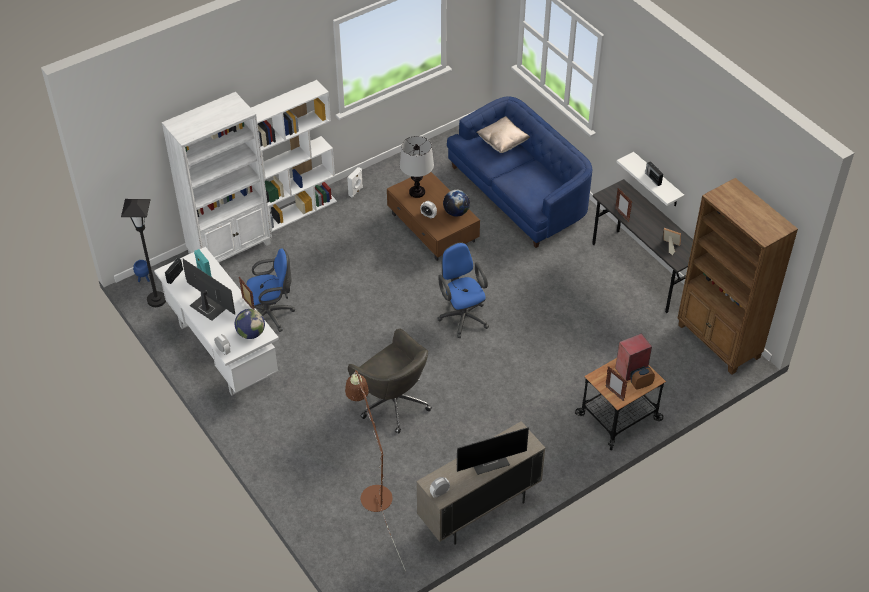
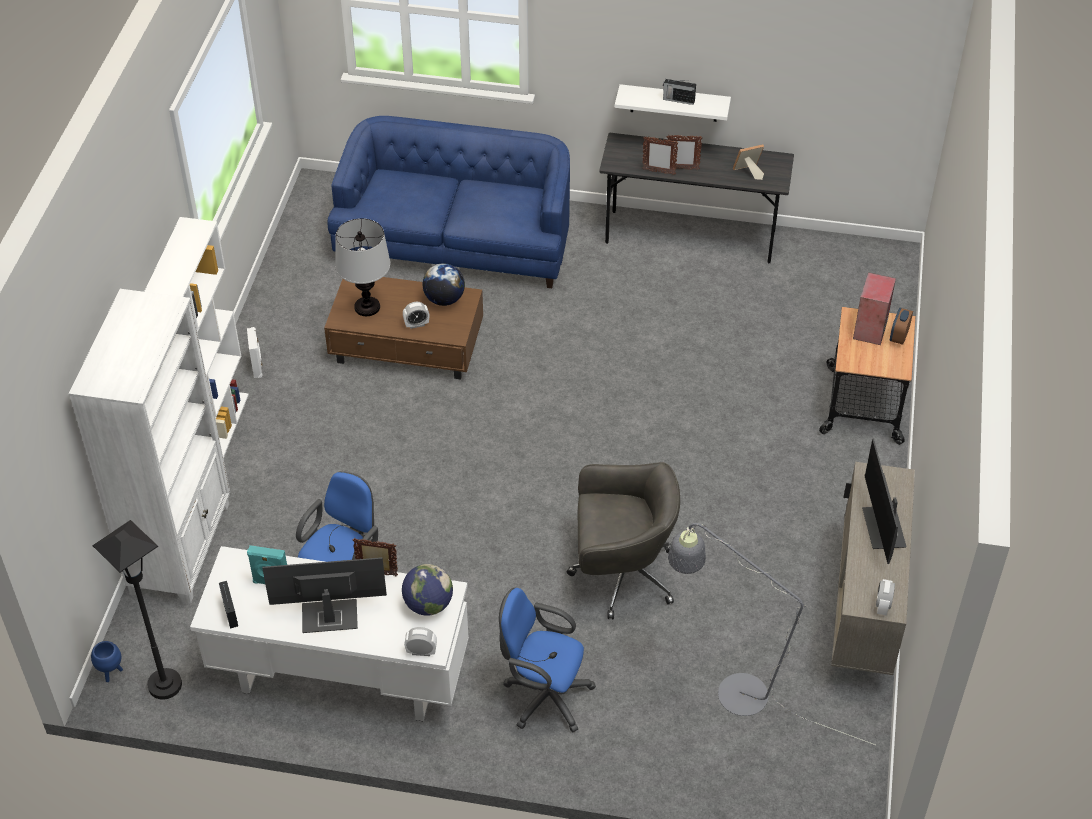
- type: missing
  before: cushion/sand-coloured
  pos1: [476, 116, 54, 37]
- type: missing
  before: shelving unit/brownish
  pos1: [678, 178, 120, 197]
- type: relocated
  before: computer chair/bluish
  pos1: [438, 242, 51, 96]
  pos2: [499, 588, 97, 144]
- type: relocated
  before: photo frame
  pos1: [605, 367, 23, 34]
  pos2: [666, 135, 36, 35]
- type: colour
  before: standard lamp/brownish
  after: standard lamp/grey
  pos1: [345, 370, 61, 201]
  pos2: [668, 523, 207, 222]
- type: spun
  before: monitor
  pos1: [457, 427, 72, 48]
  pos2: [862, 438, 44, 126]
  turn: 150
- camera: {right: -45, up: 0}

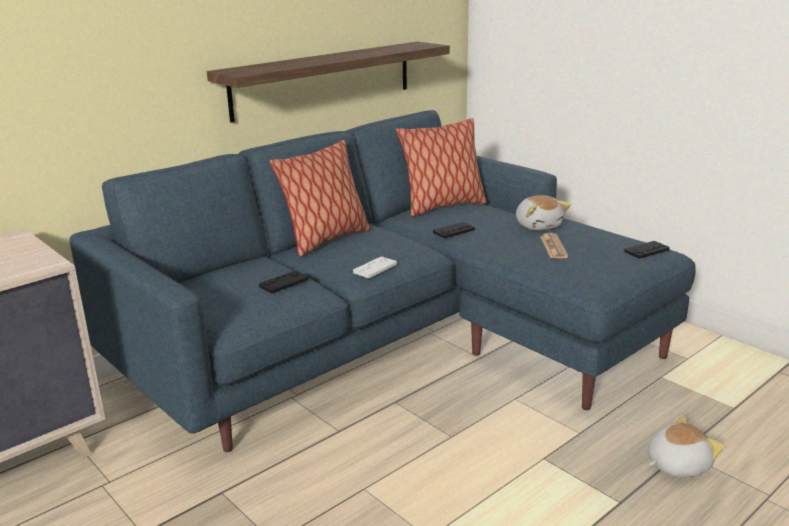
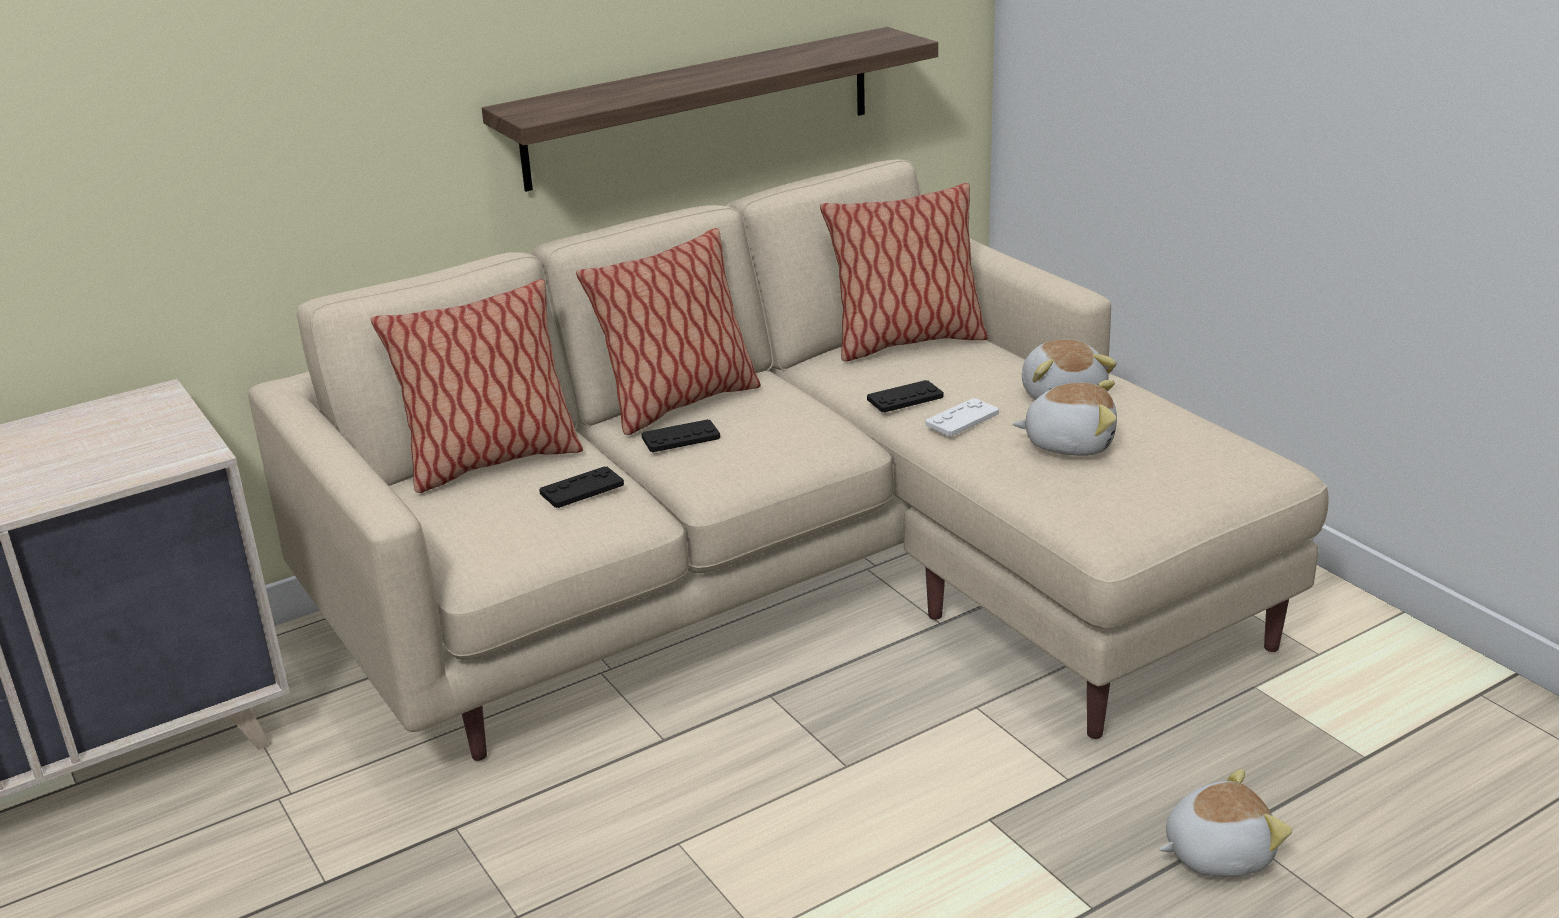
- type: appeared
  after: cushion
  pos2: [370, 279, 213, 214]
- type: relocated
  before: joypad/white-coloured
  pos1: [353, 257, 44, 21]
  pos2: [926, 398, 73, 38]
- type: relocated
  before: joypad/blackish
  pos1: [624, 241, 46, 17]
  pos2: [641, 419, 79, 33]
- type: exchanged
  before: newspaper
  after: soft toy
  pos1: [540, 233, 28, 25]
  pos2: [1012, 380, 105, 76]
- type: colour
  before: couch/bluish
  after: couch/sand-coloured
  pos1: [69, 110, 627, 342]
  pos2: [248, 160, 1081, 601]
- camera: {right: 10, up: 5}

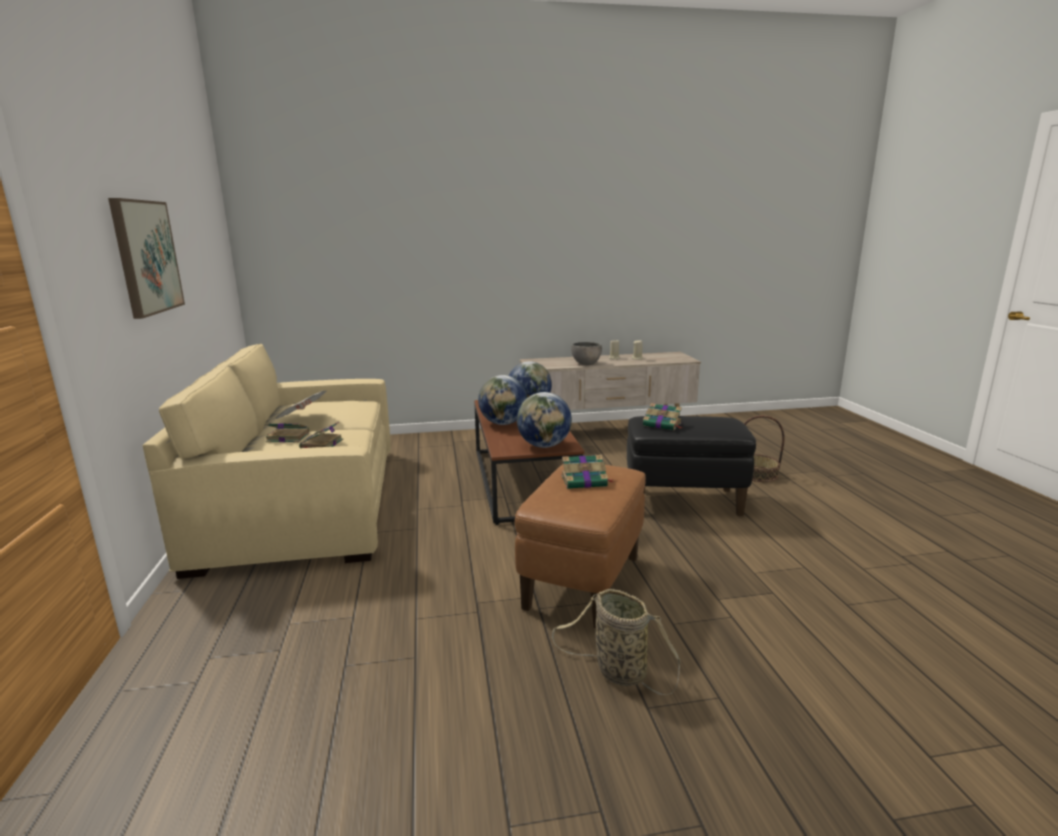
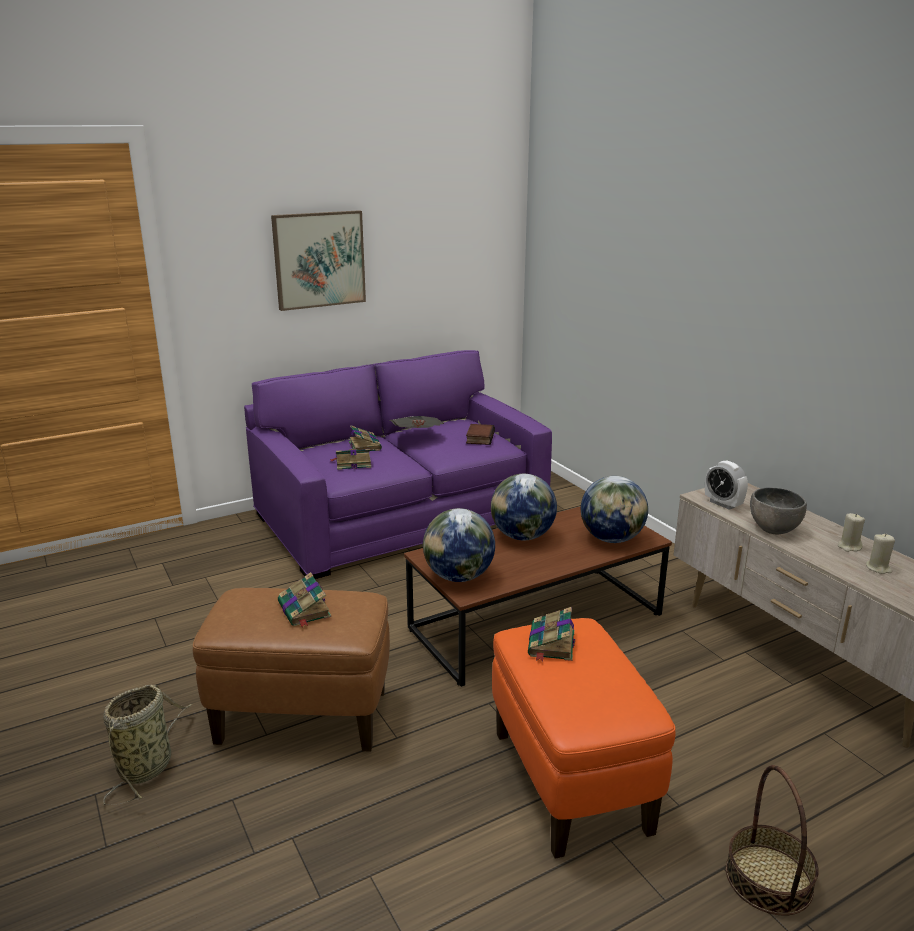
- type: appeared
  after: book
  pos2: [466, 424, 29, 21]
- type: appeared
  after: alarm clock
  pos2: [705, 461, 43, 49]
- type: colour
  before: couch/sand-coloured
  after: couch/purplish
  pos1: [143, 343, 248, 236]
  pos2: [244, 350, 308, 229]
- type: colour
  before: footrest/blackish
  after: footrest/orange-coloured
  pos1: [627, 416, 129, 100]
  pos2: [492, 618, 184, 241]
- camera: {right: 70, up: 5}

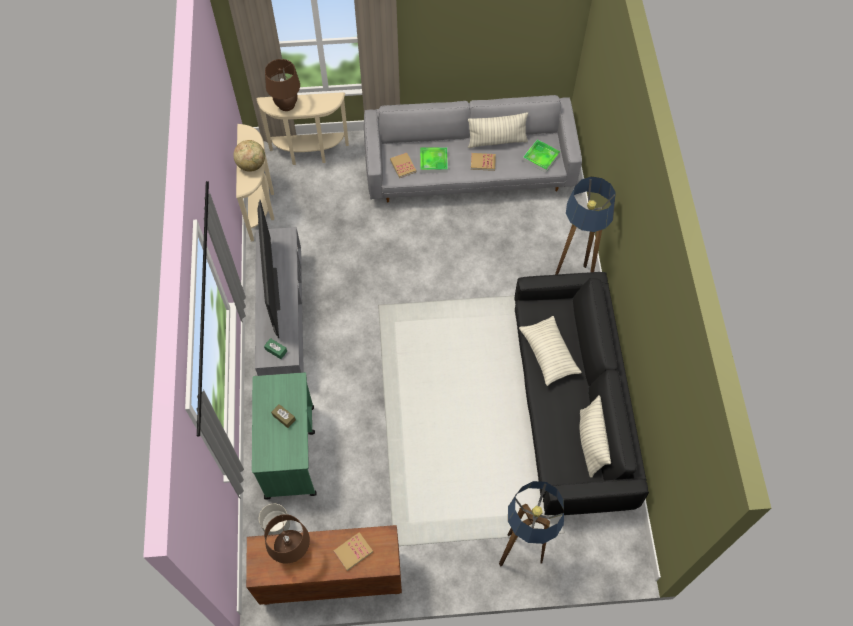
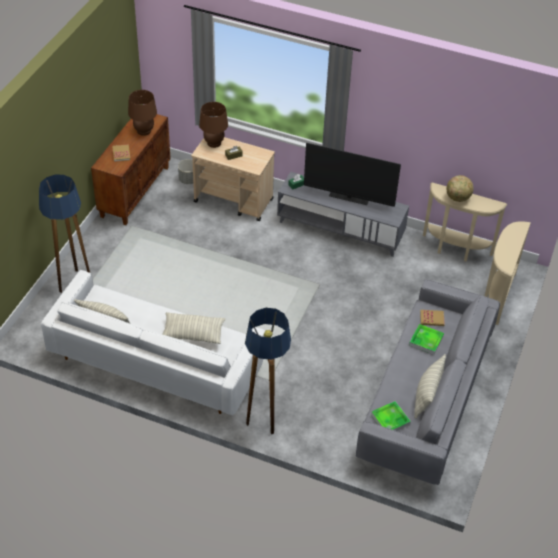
- type: missing
  before: book
  pos1: [471, 153, 25, 18]
- type: relocated
  before: tabletop lamp/brownish
  pos1: [265, 59, 35, 52]
  pos2: [199, 102, 29, 46]
- type: colour
  before: trolley/green
  after: trolley/sand-coloured
  pos1: [252, 372, 65, 128]
  pos2: [191, 137, 84, 85]
- type: colour
  before: couch/blackish
  after: couch/white-coloured
  pos1: [514, 272, 135, 243]
  pos2: [41, 270, 224, 146]
- camera: {right: 115, up: -15}

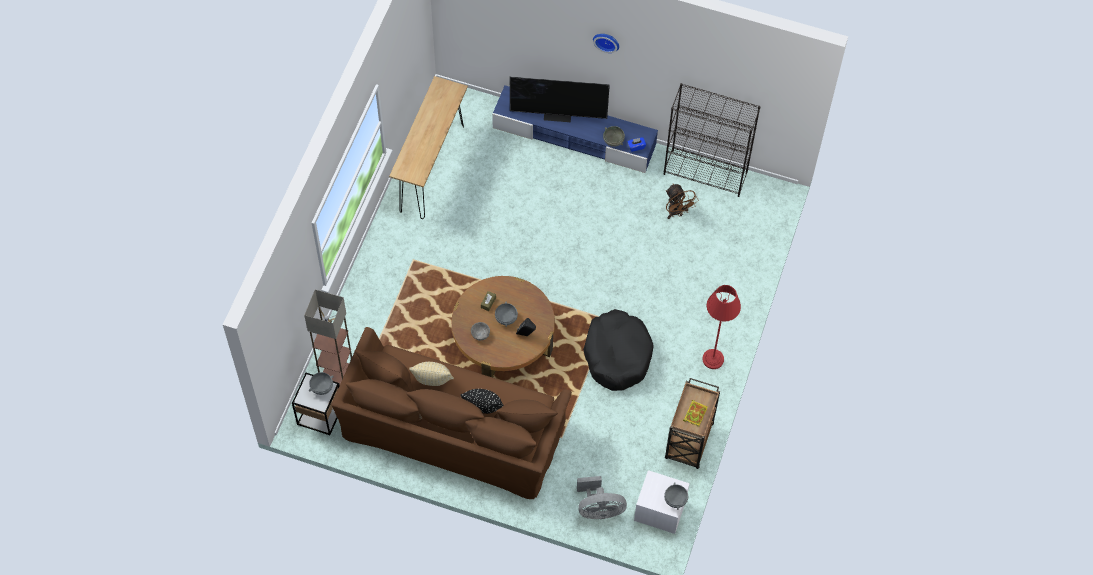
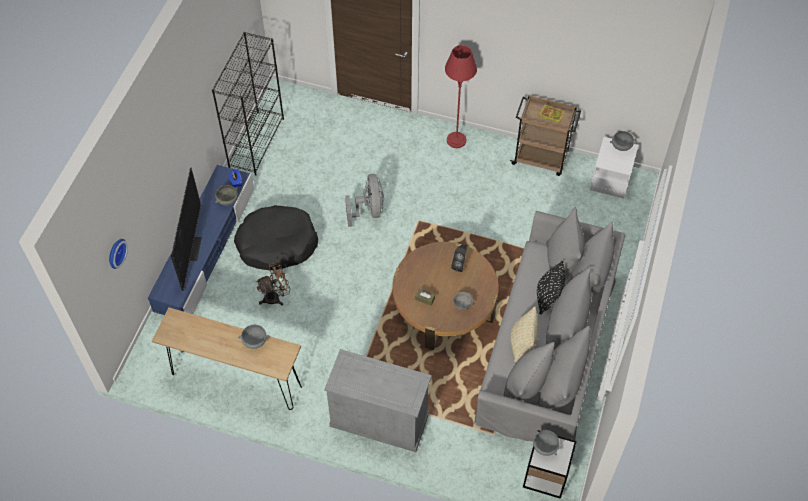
- type: missing
  before: standard lamp
  pos1: [304, 290, 48, 94]
- type: appeared
  after: storage cabinet/grey
  pos2: [324, 349, 108, 103]
- type: relocated
  before: bowl/grey
  pos1: [495, 302, 23, 25]
  pos2: [238, 324, 31, 25]
- type: relocated
  before: cooling fan/grey
  pos1: [577, 476, 50, 44]
  pos2: [345, 174, 39, 53]
- type: relocated
  before: dog bed/blackish
  pos1: [583, 309, 71, 82]
  pos2: [234, 205, 84, 65]
- type: relocated
  before: clock on the wall
  pos1: [593, 34, 26, 19]
  pos2: [109, 239, 19, 30]
- type: relocated
  before: cooling fan/brownish
  pos1: [666, 184, 32, 35]
  pos2: [256, 262, 35, 44]
- type: colour
  before: couch/brownish
  after: couch/grey
  pos1: [331, 327, 241, 172]
  pos2: [474, 207, 151, 234]
- camera: {right: -90, up: -5}

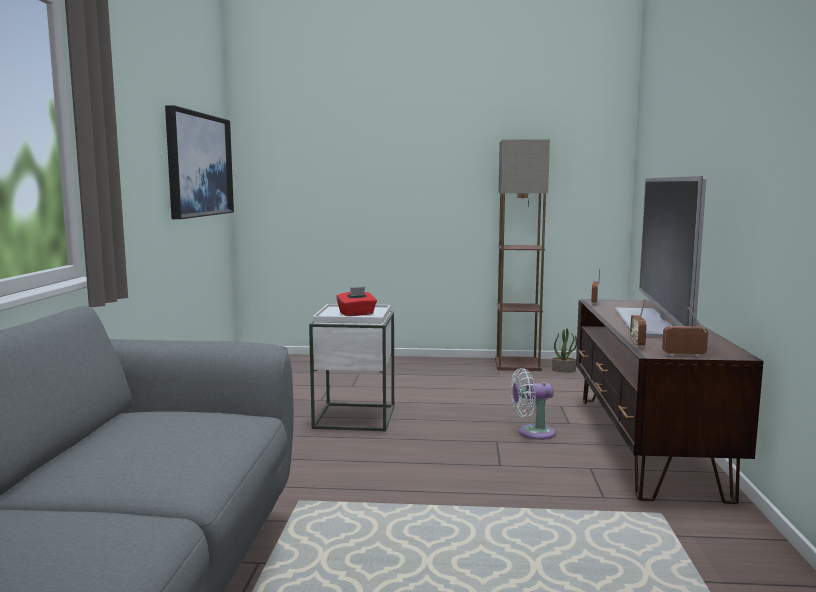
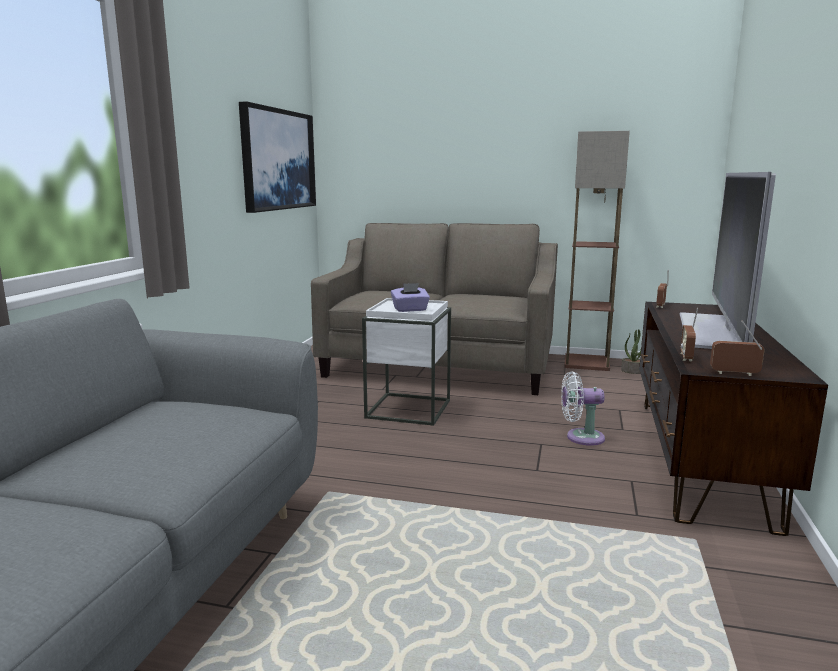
- type: appeared
  after: couch/sand-coloured
  pos2: [311, 223, 247, 172]
- type: colour
  before: box of tissues/red
  after: box of tissues/purplish
  pos1: [336, 287, 41, 29]
  pos2: [391, 283, 39, 29]
- camera: {right: 10, up: 5}

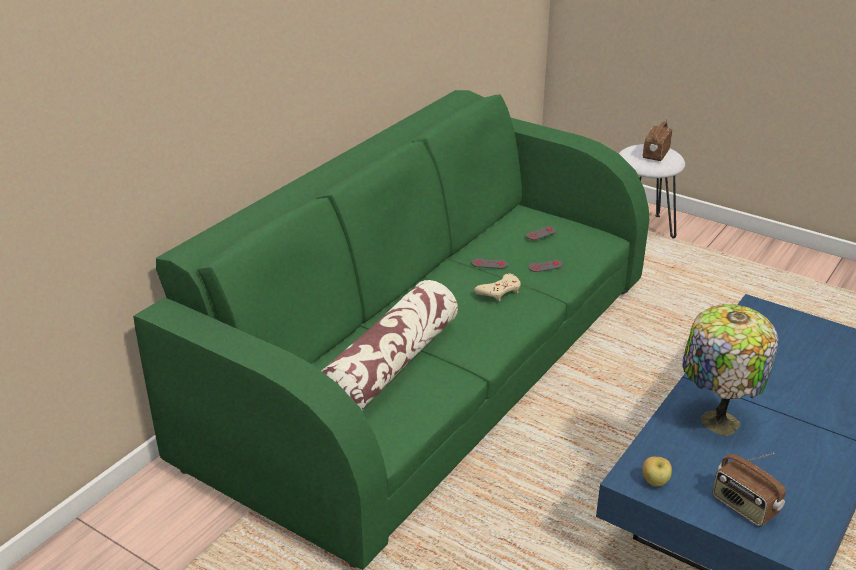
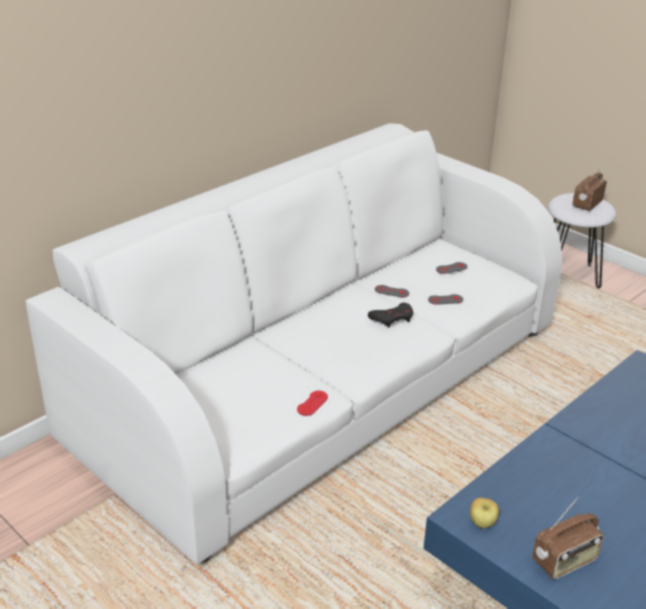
- type: missing
  before: cushion
  pos1: [321, 280, 137, 130]
- type: missing
  before: tabletop lamp
  pos1: [682, 304, 97, 132]
- type: appeared
  after: joypad/red
  pos2: [297, 391, 31, 25]
- type: colour
  before: couch/green
  after: couch/white-coloured
  pos1: [133, 90, 516, 480]
  pos2: [25, 123, 537, 442]
- type: colour
  before: joypad/sand-coloured
  after: joypad/blackish
  pos1: [474, 274, 47, 27]
  pos2: [368, 303, 45, 25]
- type: spun
  before: radio
  pos1: [713, 453, 73, 74]
  pos2: [532, 497, 72, 82]
  turn: -90
- camera: {right: 10, up: 0}

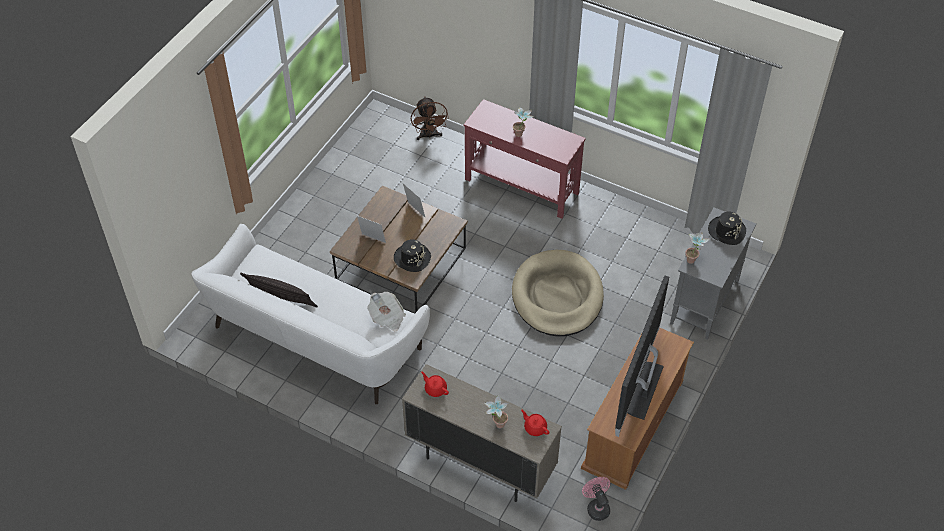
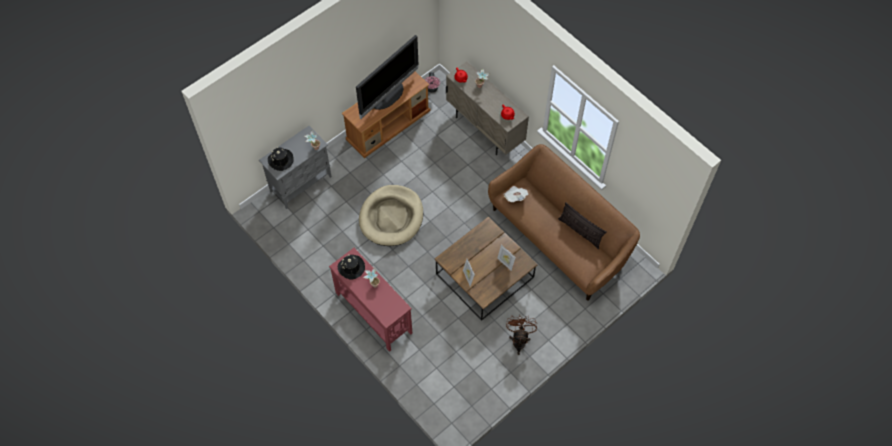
- type: relocated
  before: clothing hat/blackish
  pos1: [394, 239, 37, 33]
  pos2: [338, 255, 27, 24]
- type: relocated
  before: cooling fan/brownish
  pos1: [411, 96, 38, 44]
  pos2: [506, 314, 31, 41]
- type: colour
  before: couch/white-coloured
  after: couch/brownish
  pos1: [191, 224, 239, 180]
  pos2: [488, 144, 152, 157]
- camera: {right: -160, up: 10}

